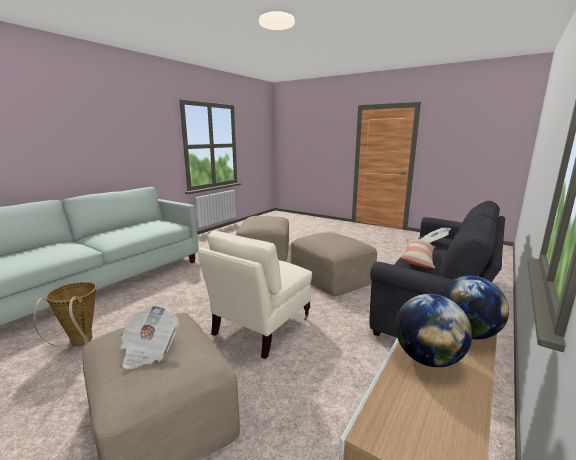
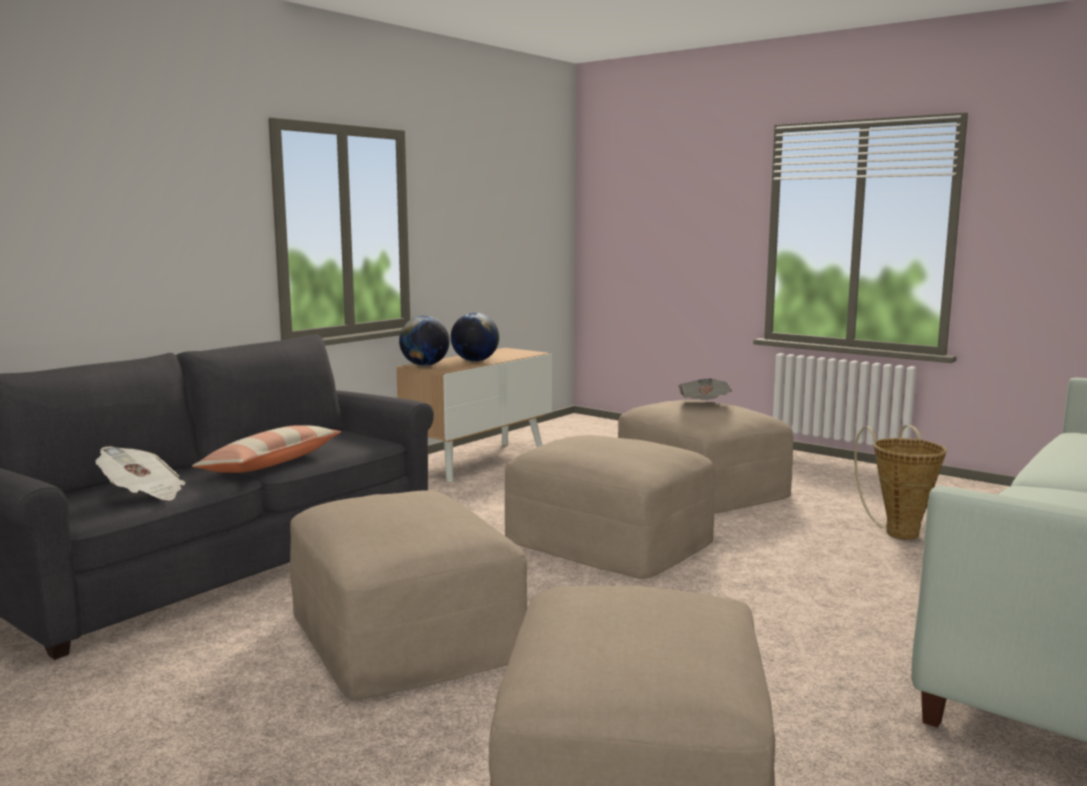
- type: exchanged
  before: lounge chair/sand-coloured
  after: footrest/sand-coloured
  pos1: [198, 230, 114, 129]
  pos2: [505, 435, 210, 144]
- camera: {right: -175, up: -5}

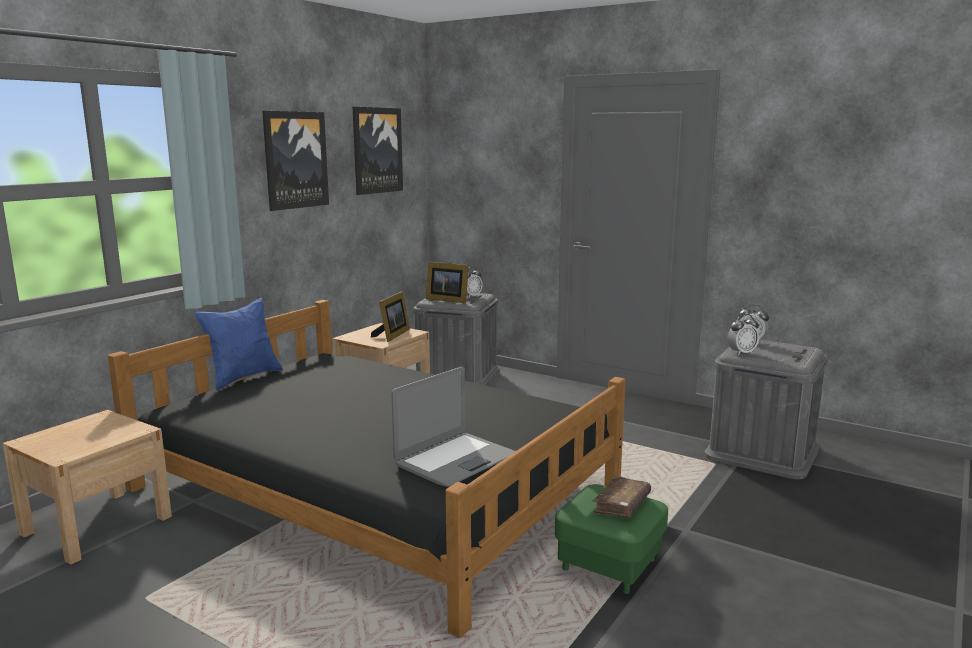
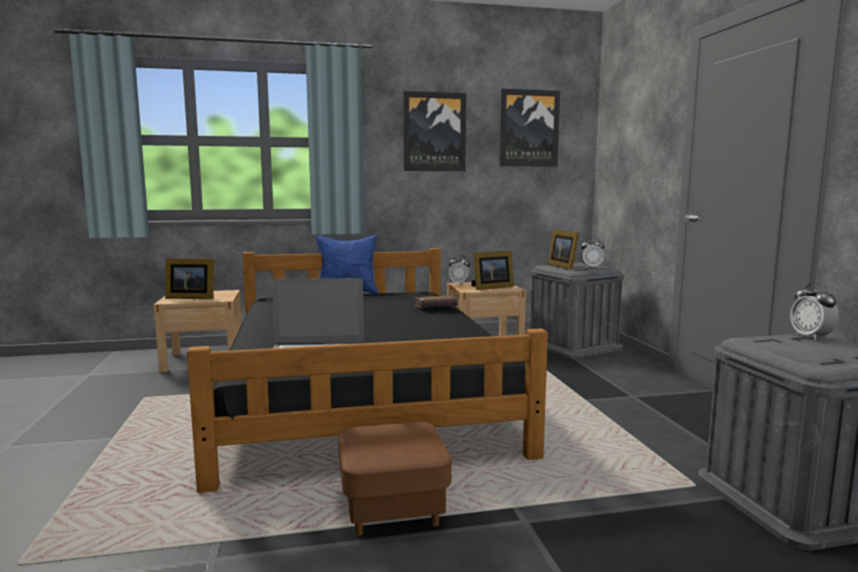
- type: appeared
  after: photo frame
  pos2: [165, 258, 49, 41]
- type: relocated
  before: book/brownish
  pos1: [593, 476, 58, 42]
  pos2: [415, 295, 43, 13]
- type: relocated
  before: alarm clock
  pos1: [727, 314, 32, 41]
  pos2: [449, 255, 22, 30]
- type: colour
  before: footrest/green
  after: footrest/brownish
  pos1: [555, 484, 113, 110]
  pos2: [338, 422, 114, 114]
- camera: {right: 45, up: -5}

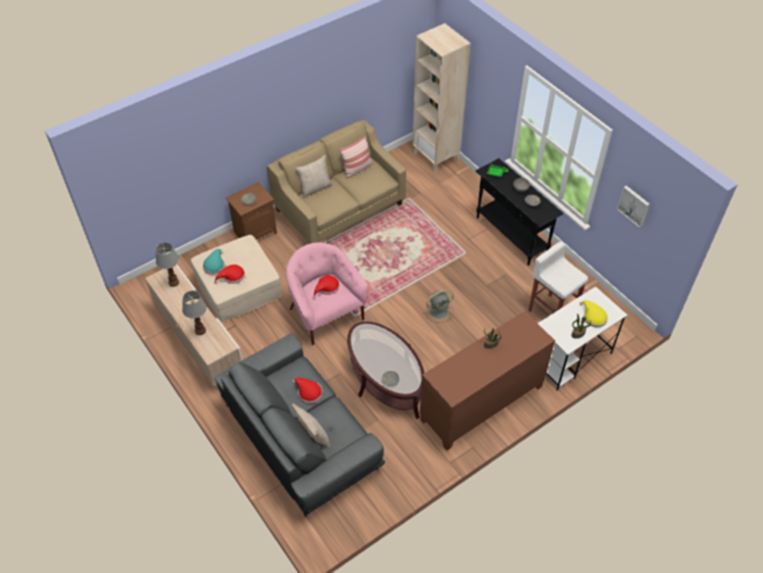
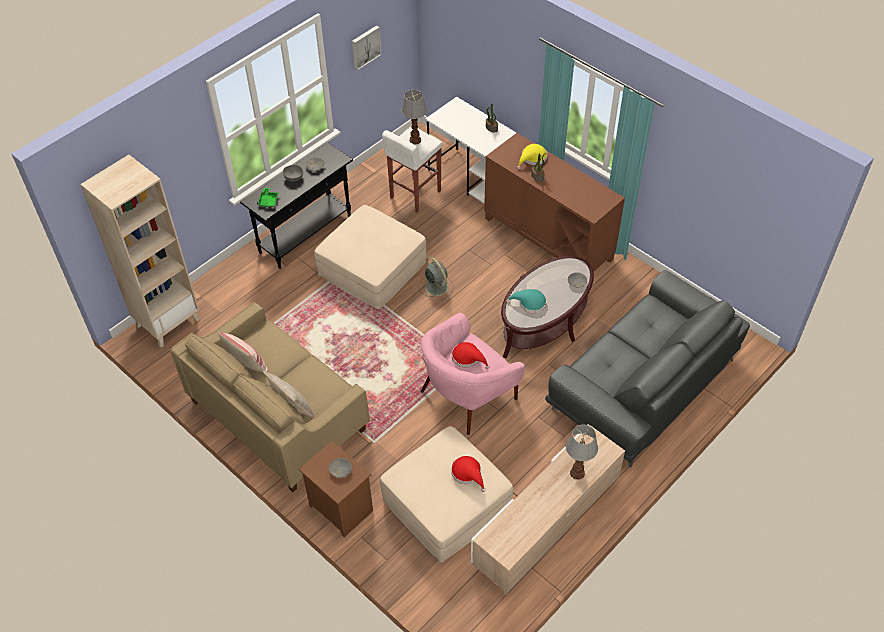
- type: missing
  before: cushion/sand-coloured
  pos1: [292, 404, 39, 43]
- type: missing
  before: clothing hat/red
  pos1: [293, 377, 29, 27]
- type: appeared
  after: footrest/sand-coloured
  pos2: [314, 205, 112, 104]
- type: relocated
  before: tabletop lamp
  pos1: [156, 242, 23, 45]
  pos2: [401, 90, 26, 54]
- type: relocated
  before: clothing hat/turquoise-coloured
  pos1: [203, 249, 22, 26]
  pos2: [507, 289, 40, 24]
- type: relocated
  before: clothing hat/yellow-coloured
  pos1: [579, 300, 29, 27]
  pos2: [517, 144, 30, 25]
- camera: {right: -100, up: 0}

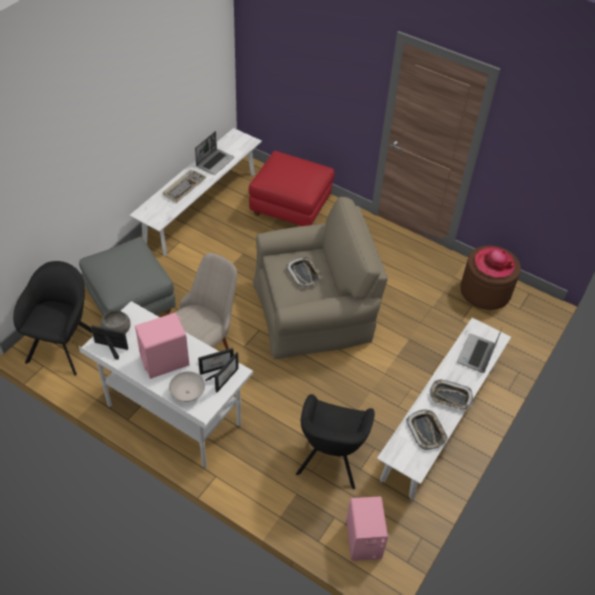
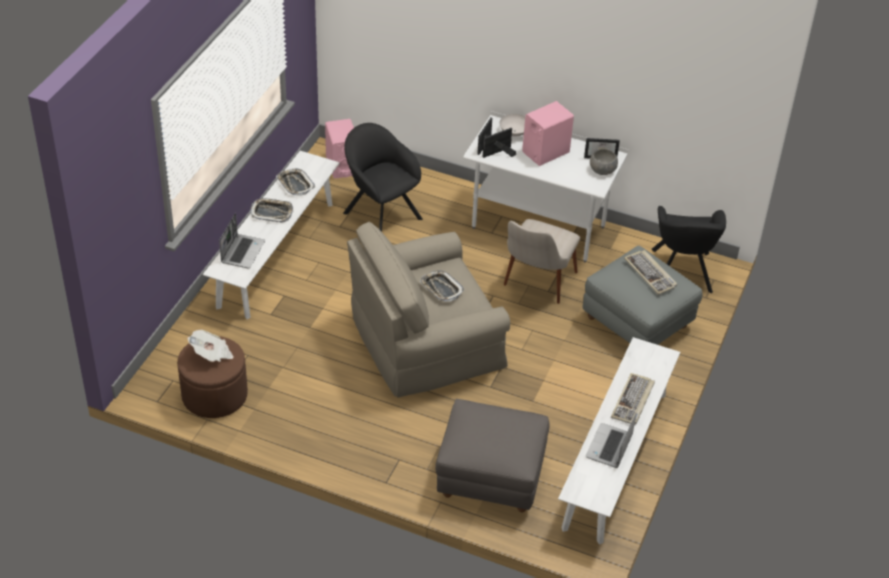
- type: appeared
  after: computer keyboard
  pos2: [624, 250, 53, 45]
- type: exchanged
  before: clothing hat
  after: newspaper
  pos1: [475, 247, 40, 31]
  pos2: [187, 330, 47, 32]
- type: colour
  before: footrest/red
  after: footrest/grey
  pos1: [249, 151, 86, 75]
  pos2: [435, 399, 115, 113]
- type: spun
  before: lounge chair/blackish
  pos1: [296, 394, 79, 95]
  pos2: [343, 123, 80, 109]
  turn: -45
- camera: {right: 170, up: -5}

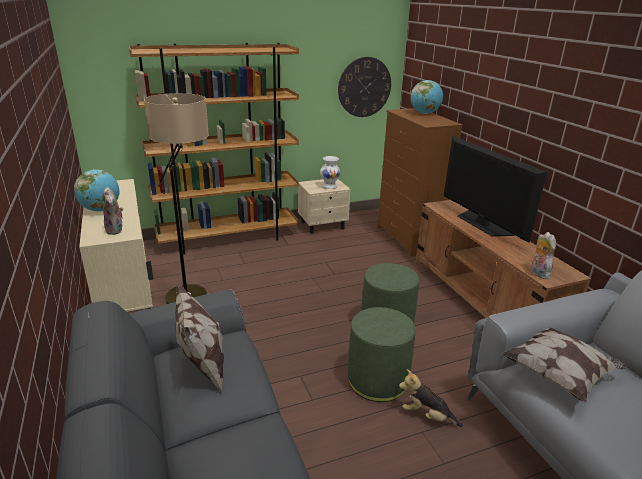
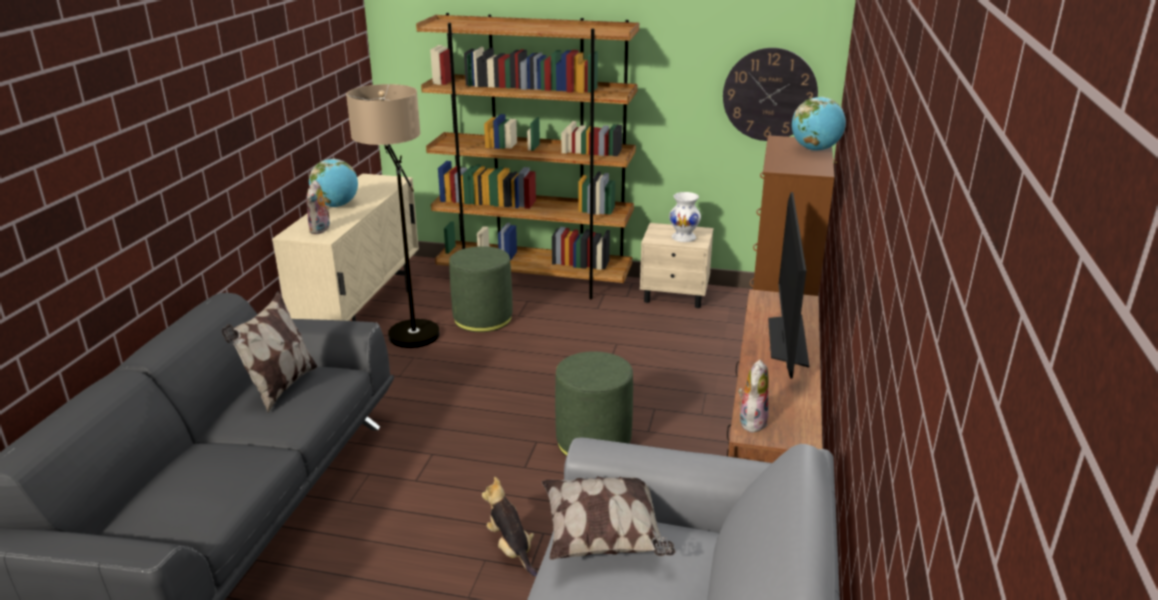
- type: relocated
  before: footrest/green
  pos1: [348, 307, 68, 95]
  pos2: [449, 246, 64, 86]
- camera: {right: 35, up: 0}

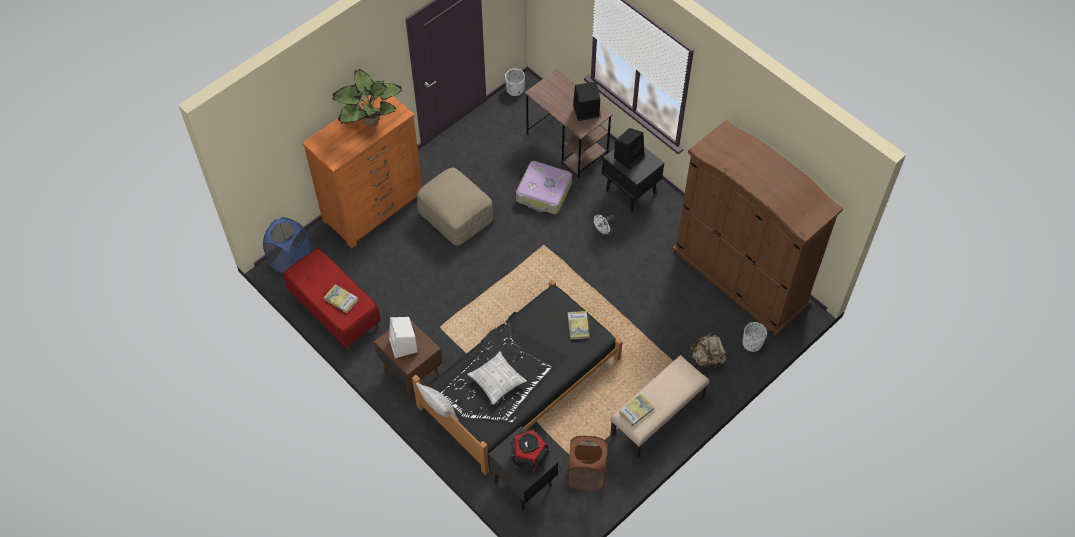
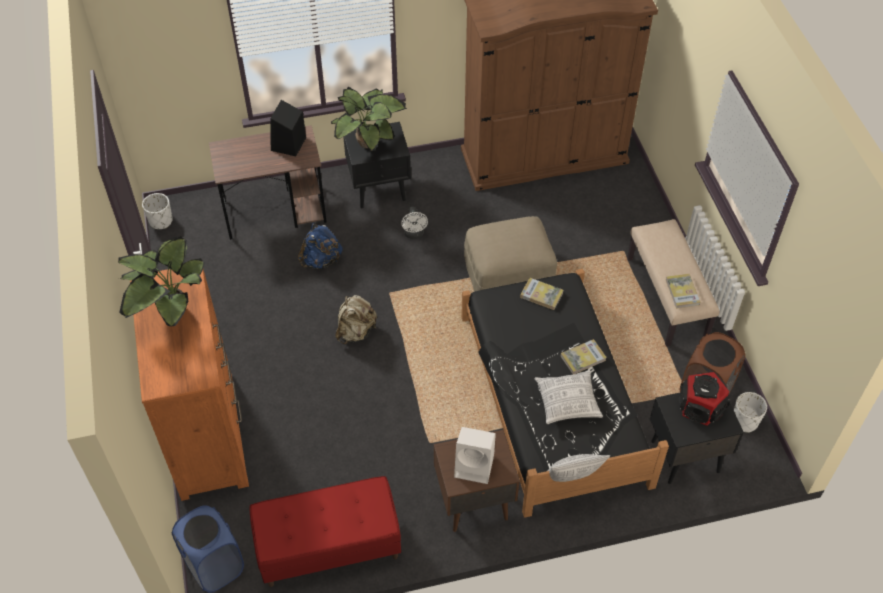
- type: relocated
  before: book
  pos1: [324, 284, 35, 29]
  pos2: [561, 339, 46, 35]
- type: relocated
  before: footrest/sand-coloured
  pos1: [417, 167, 76, 79]
  pos2: [464, 216, 93, 76]
- type: relocated
  before: backpack/sand-coloured
  pos1: [689, 332, 38, 36]
  pos2: [335, 295, 42, 49]
- type: relocated
  before: planter/white-coloured
  pos1: [742, 322, 25, 30]
  pos2: [734, 392, 33, 41]
- type: exchanged
  before: suitcase
  after: backpack/bluish
  pos1: [516, 161, 56, 53]
  pos2: [298, 223, 45, 46]
- type: exchanged
  before: audio speaker/blackish
  after: potted plant
  pos1: [614, 128, 30, 41]
  pos2: [331, 87, 76, 64]
- camera: {right: -60, up: -5}

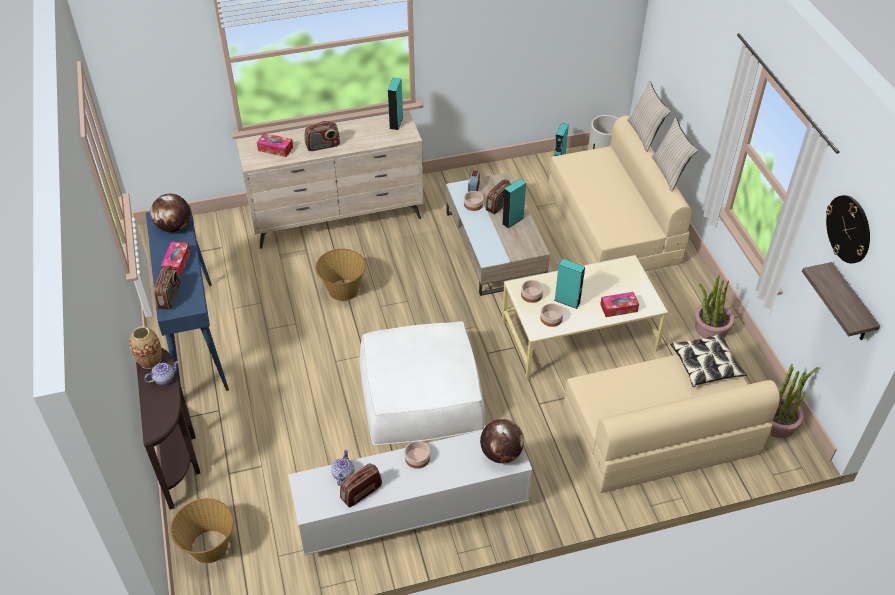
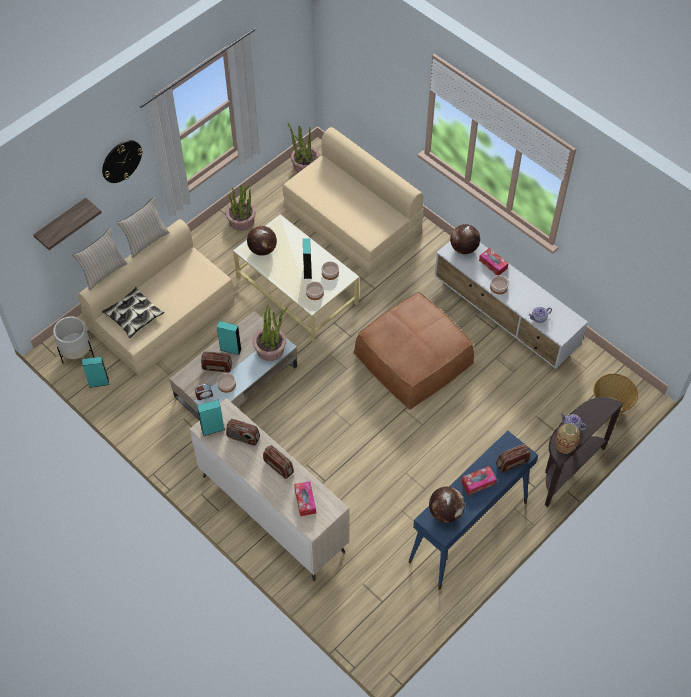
- type: missing
  before: basket
  pos1: [315, 249, 51, 52]
- type: appeared
  after: desk globe
  pos2: [247, 226, 30, 30]
- type: appeared
  after: potted plant
  pos2: [253, 305, 35, 56]
- type: relocated
  before: radio
  pos1: [340, 463, 42, 45]
  pos2: [226, 419, 34, 27]
- type: relocated
  before: box of tissues
  pos1: [600, 292, 39, 25]
  pos2: [479, 248, 30, 28]
- type: relocated
  before: cushion
  pos1: [670, 333, 77, 54]
  pos2: [102, 287, 62, 51]
- type: relocated
  before: wall shelf
  pos1: [802, 262, 78, 78]
  pos2: [33, 198, 69, 52]
- type: relocated
  before: clock on the wall
  pos1: [826, 195, 44, 69]
  pos2: [102, 140, 41, 43]
- type: colour
  before: footrest/white-coloured
  after: footrest/brownish
  pos1: [360, 321, 125, 124]
  pos2: [353, 292, 121, 117]
- camera: {right: -120, up: 10}

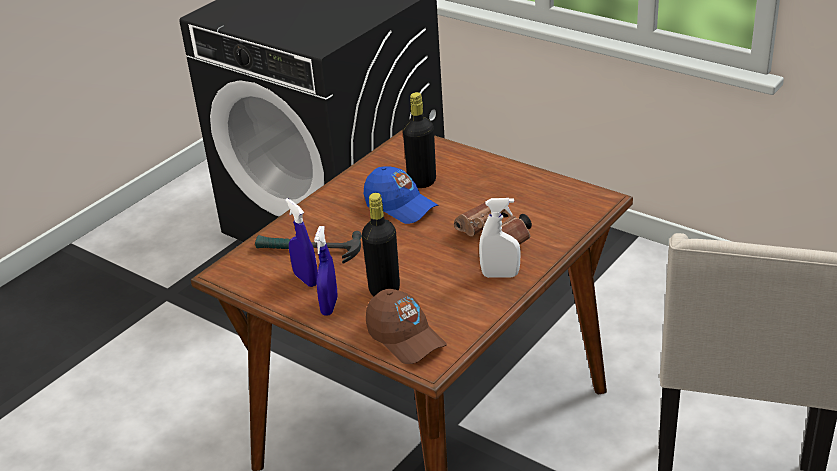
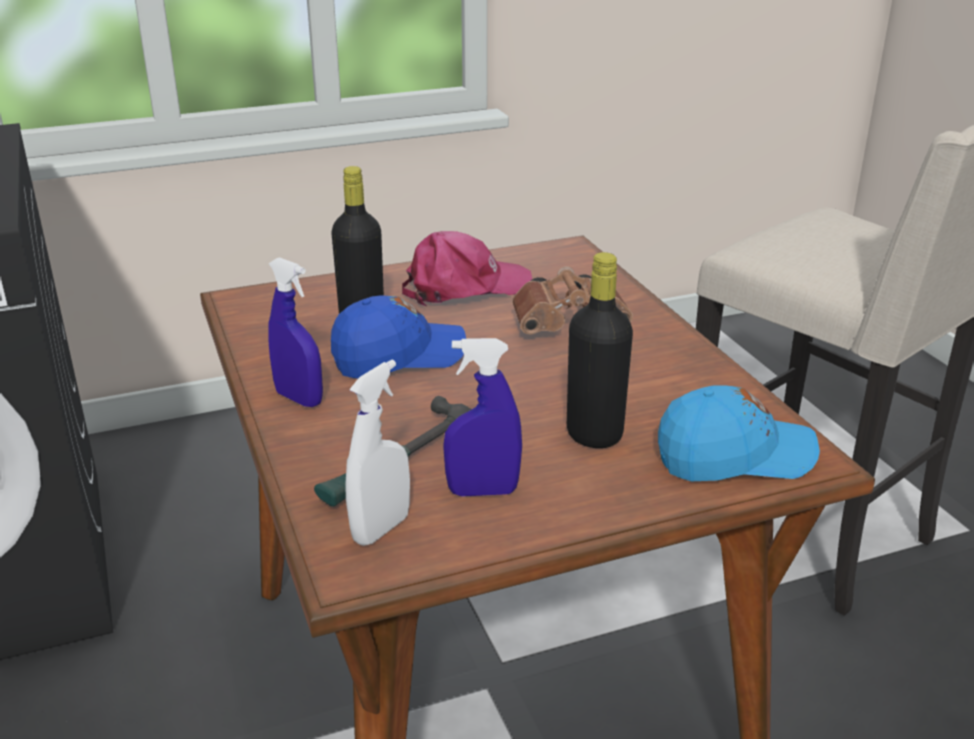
- type: appeared
  after: baseball cap/pinkish
  pos2: [402, 231, 130, 75]
- type: relocated
  before: hand sprayer/bluish
  pos1: [314, 226, 24, 90]
  pos2: [268, 257, 55, 150]
- type: relocated
  before: hand sprayer/white-coloured
  pos1: [479, 198, 42, 80]
  pos2: [345, 360, 65, 186]
- type: colour
  before: baseball cap/brownish
  after: baseball cap/bluish
  pos1: [366, 289, 81, 75]
  pos2: [658, 385, 162, 96]
- camera: {right: -60, up: -5}

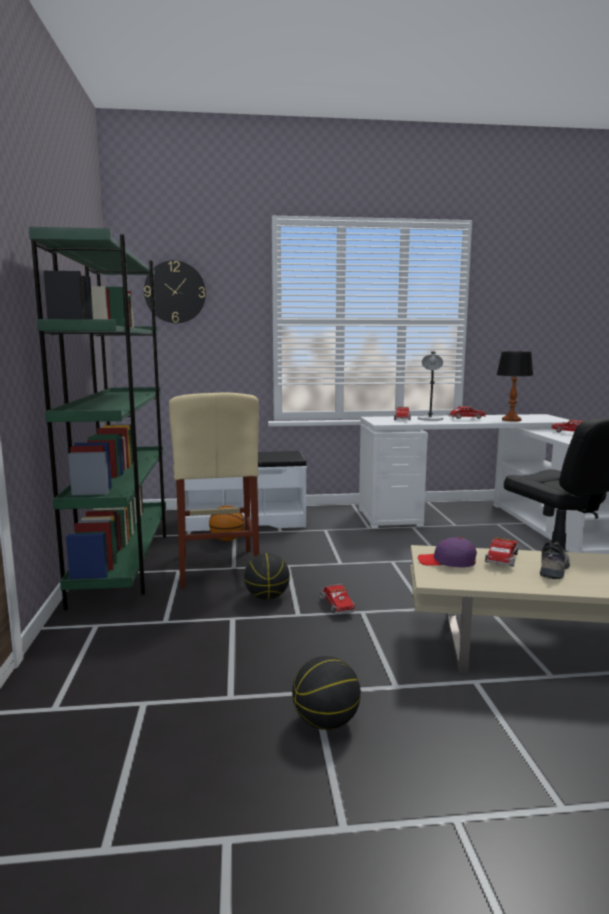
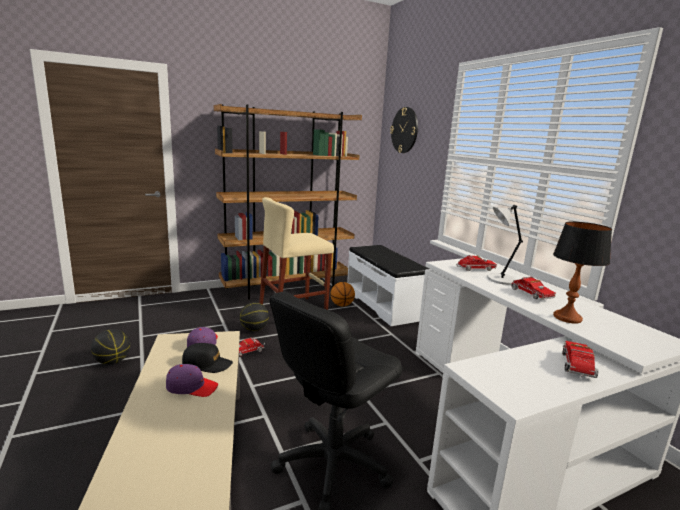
- type: exchanged
  before: toy lorry
  after: baseball cap/blackish
  pos1: [485, 537, 33, 30]
  pos2: [182, 343, 51, 30]
- type: exchanged
  before: shoe
  after: baseball cap/purplish
  pos1: [540, 542, 30, 37]
  pos2: [166, 364, 52, 33]
- type: colour
  before: shelving unit/green
  after: shelving unit/brownish
  pos1: [29, 227, 137, 384]
  pos2: [214, 104, 148, 196]
- camera: {right: 70, up: 5}

